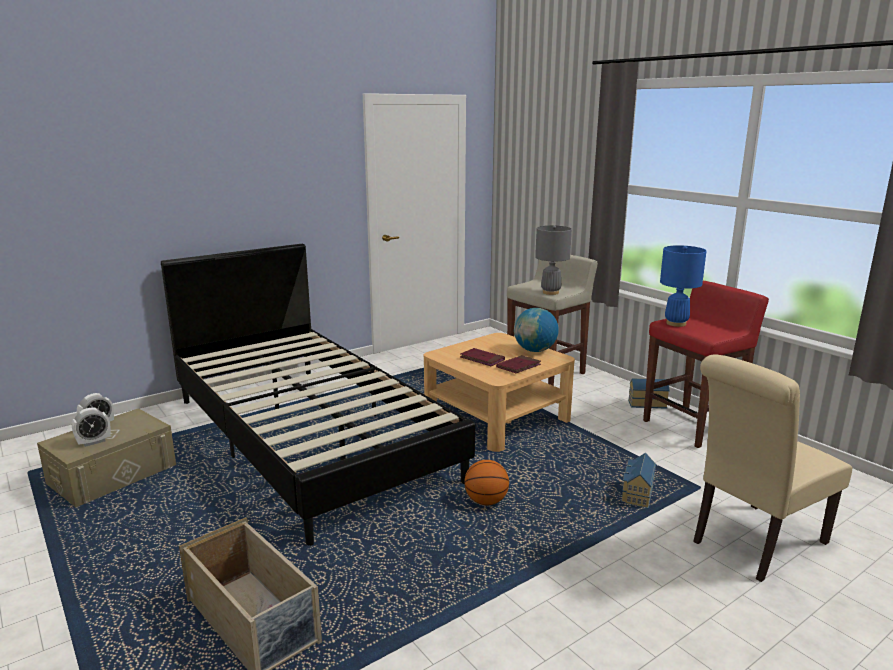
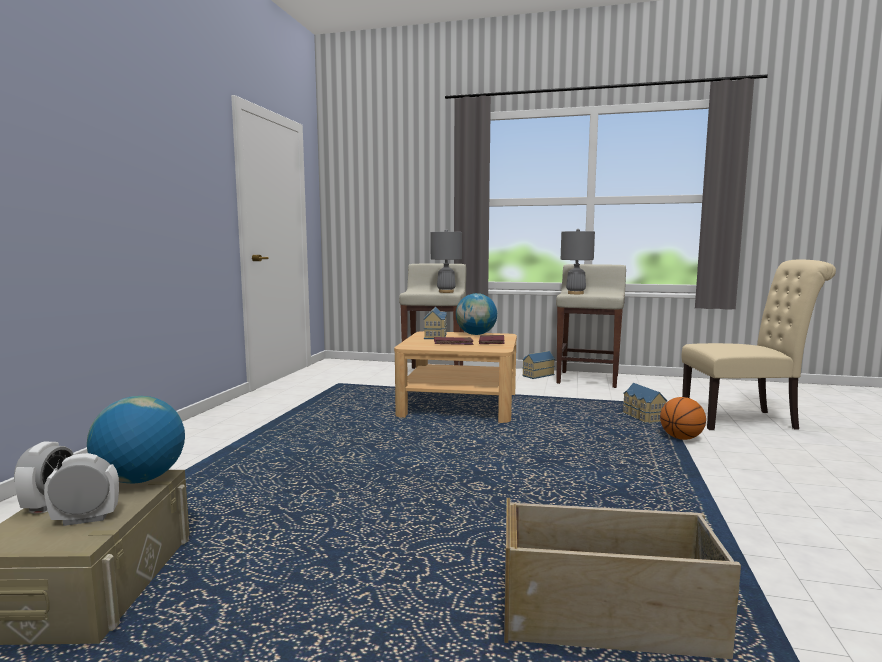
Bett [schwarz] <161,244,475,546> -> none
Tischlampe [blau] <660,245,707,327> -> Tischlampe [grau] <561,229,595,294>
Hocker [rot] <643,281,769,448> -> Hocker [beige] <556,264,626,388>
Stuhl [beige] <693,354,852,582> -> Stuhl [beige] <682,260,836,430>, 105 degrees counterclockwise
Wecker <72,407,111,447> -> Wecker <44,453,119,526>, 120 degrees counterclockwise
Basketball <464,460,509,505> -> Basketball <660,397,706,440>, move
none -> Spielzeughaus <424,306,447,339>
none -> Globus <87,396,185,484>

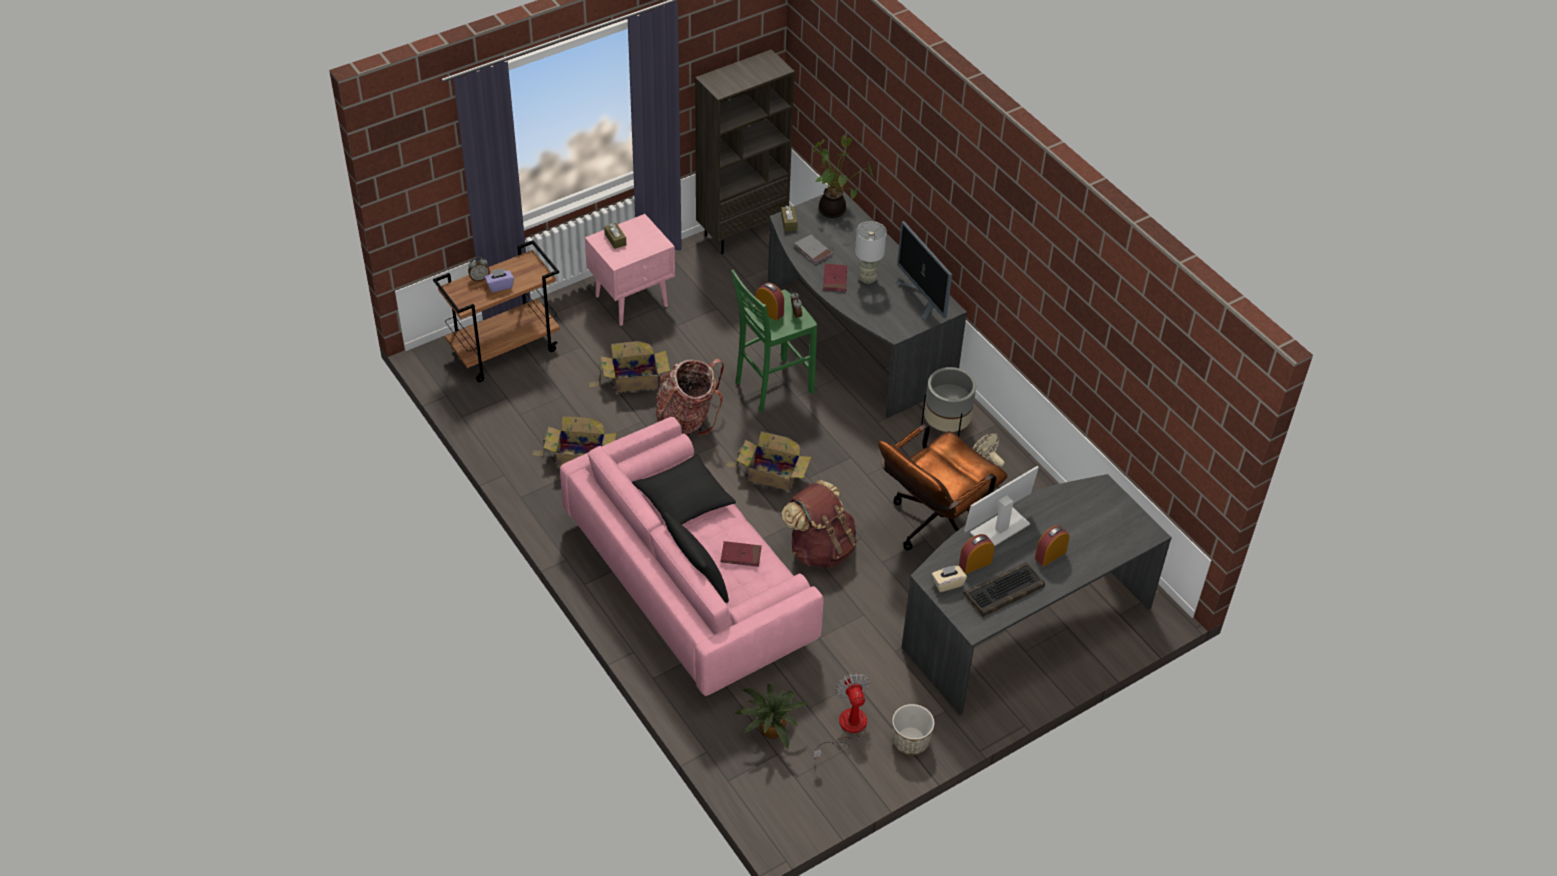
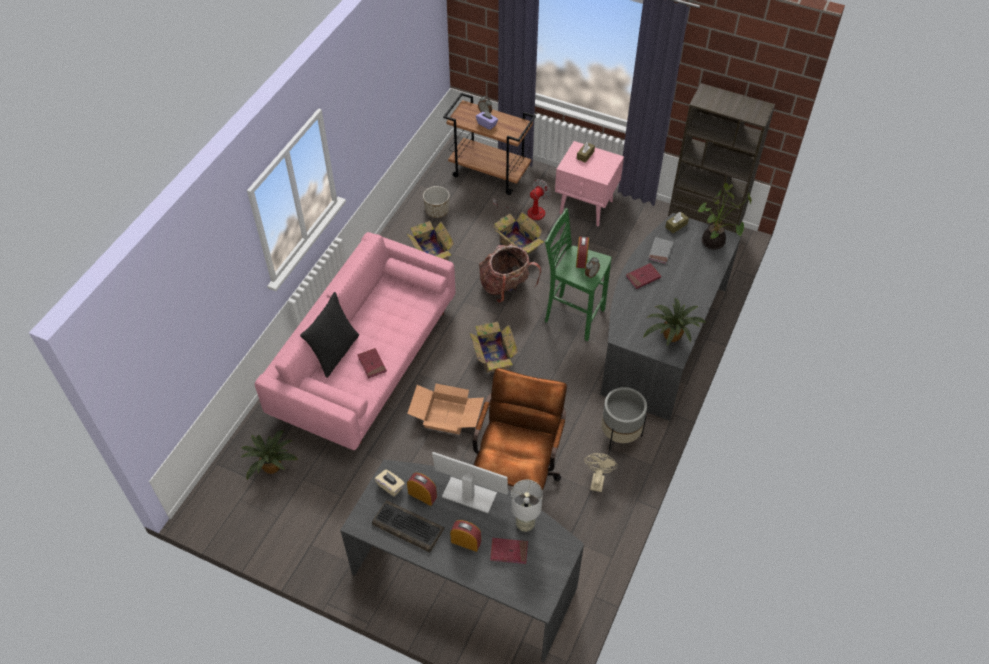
Tischlampe [grau] <855,221,887,284> -> Tischlampe [grau] <511,479,543,532>, move
Monitor <897,221,952,321> -> Topfpflanze <643,298,706,346>
Bürostuhl [braun] <878,423,1007,550> -> Bürostuhl [braun] <473,368,567,497>, 90 degrees clockwise
Kissen [schwarz] <632,453,736,532> -> none
Rucksack [braun] <782,480,857,568> -> Karton <407,384,484,435>
Ventilator <813,673,870,759> -> Ventilator <493,179,551,220>, move
Pflanzkübel <892,704,934,755> -> Pflanzkübel <423,186,450,218>, move
none -> Buch [rot] <490,538,528,564>

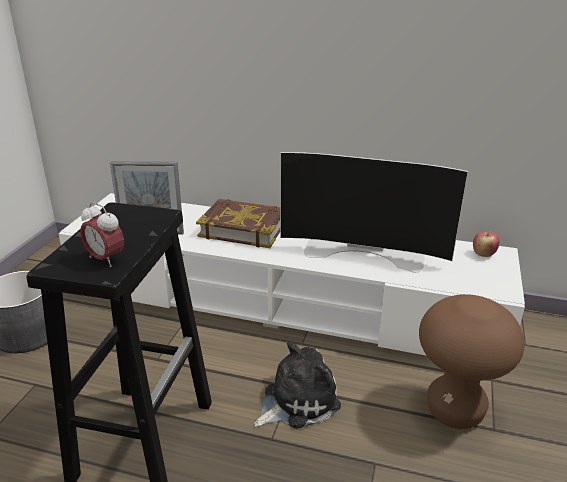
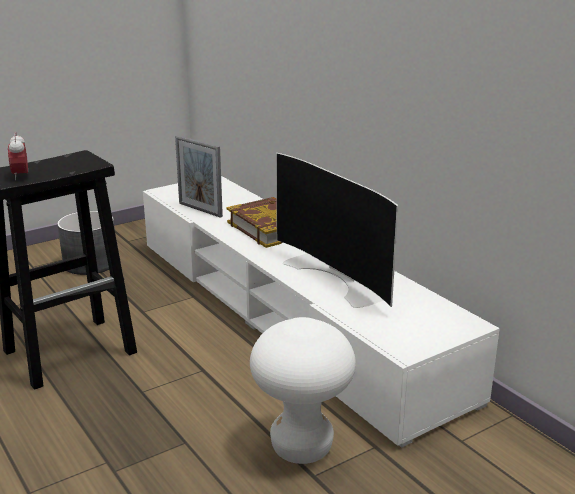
Apfel <473,231,499,257> -> none
Hocker [braun] <419,294,525,429> -> Hocker [weiß] <250,317,356,464>
Plüschtier <254,341,341,429> -> none

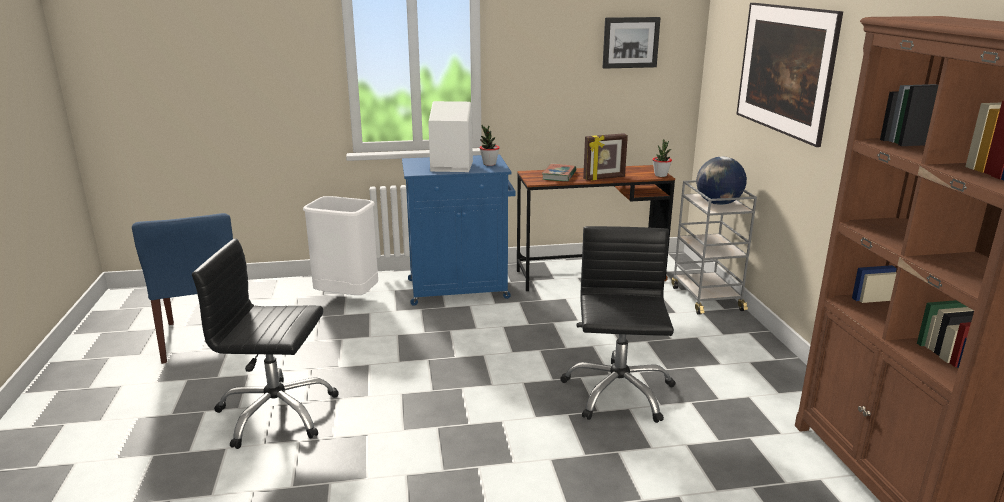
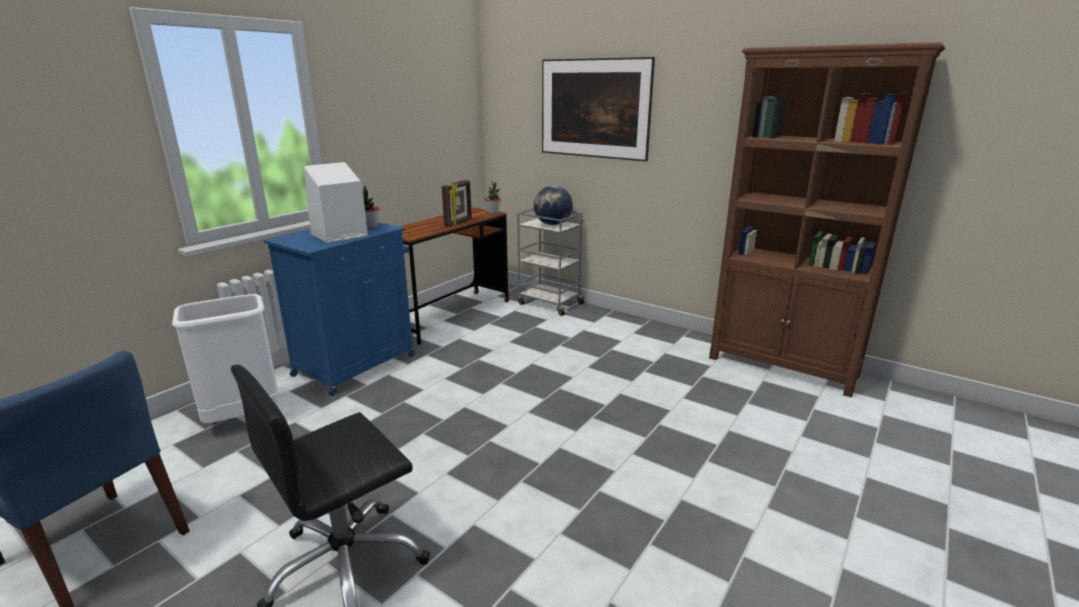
Bild <603,17,661,69> -> none
Buch <542,164,576,181> -> none
Bürostuhl [schwarz] <560,226,675,423> -> none

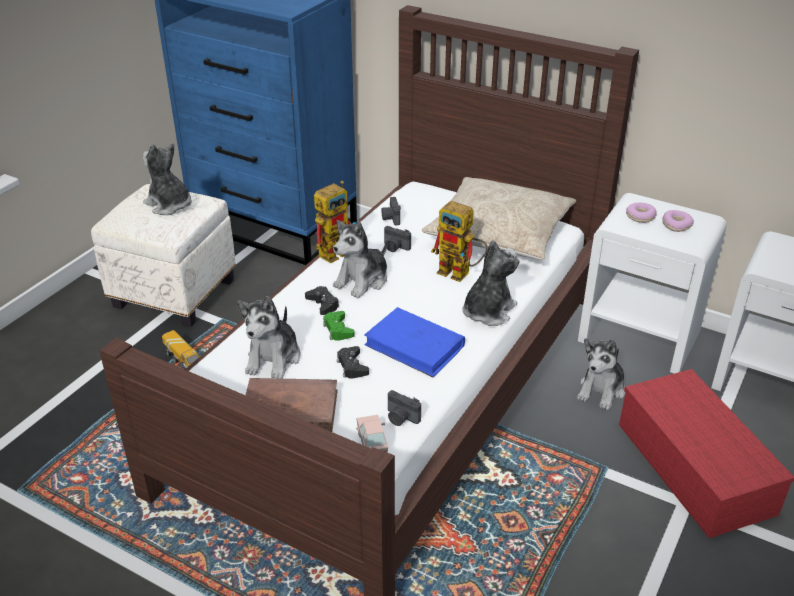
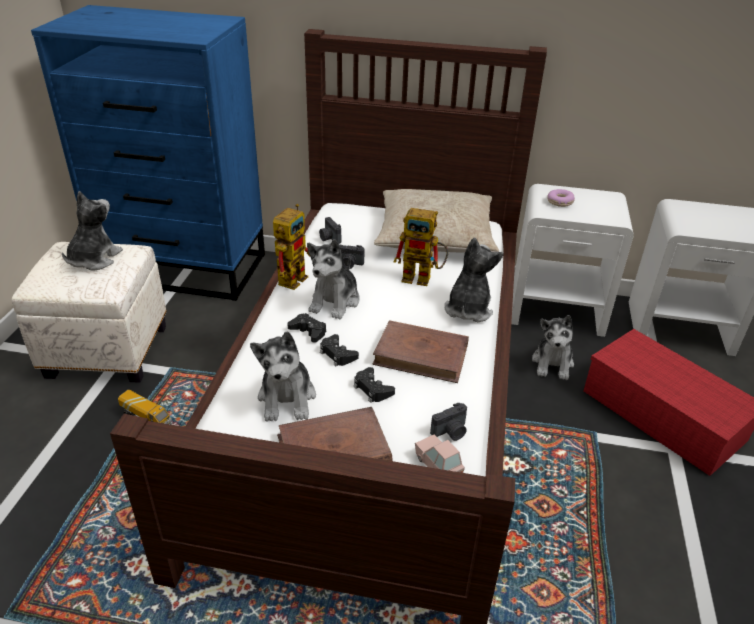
Plüschtier <143,143,192,215> -> Plüschtier <62,191,123,271>, 90 degrees clockwise
Donut <662,210,694,232> -> none
Buch [blau] <364,307,465,377> -> Buch [braun] <373,320,469,383>
Gamepad [grün] <323,311,355,341> -> Gamepad [schwarz] <320,334,359,366>
Kamera <388,390,421,426> -> Kamera <430,403,467,441>, 45 degrees counterclockwise

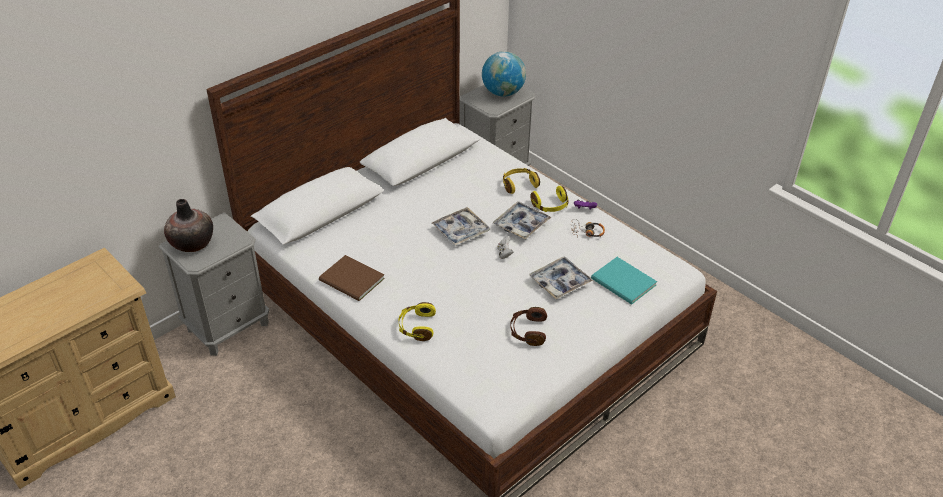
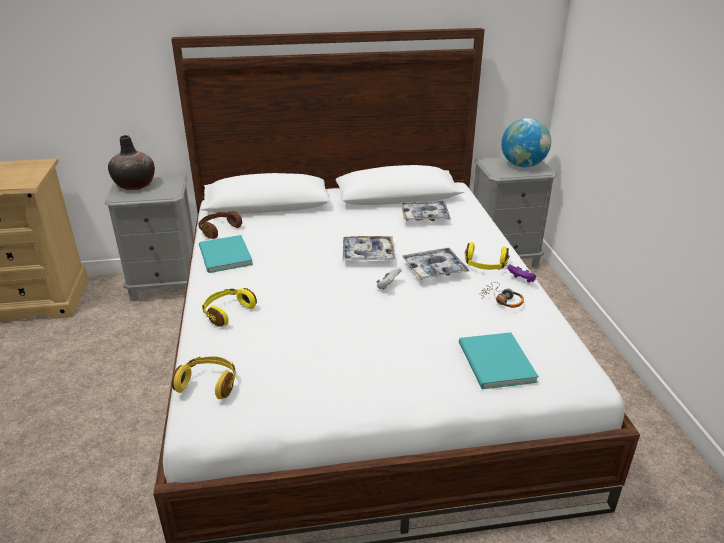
Kopfhörer [gelb] <503,168,540,194> -> Kopfhörer [gelb] <172,356,236,399>, move
Buch [braun] <319,255,385,301> -> Buch [türkis] <199,235,253,273>
Tablett <529,256,593,299> -> Tablett <401,201,451,221>, move
Kopfhörer [braun] <510,307,547,346> -> Kopfhörer [braun] <198,211,242,239>, move

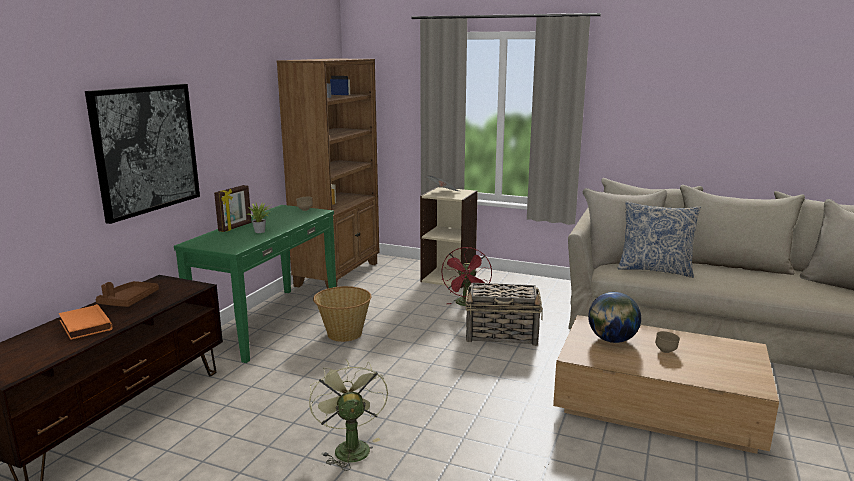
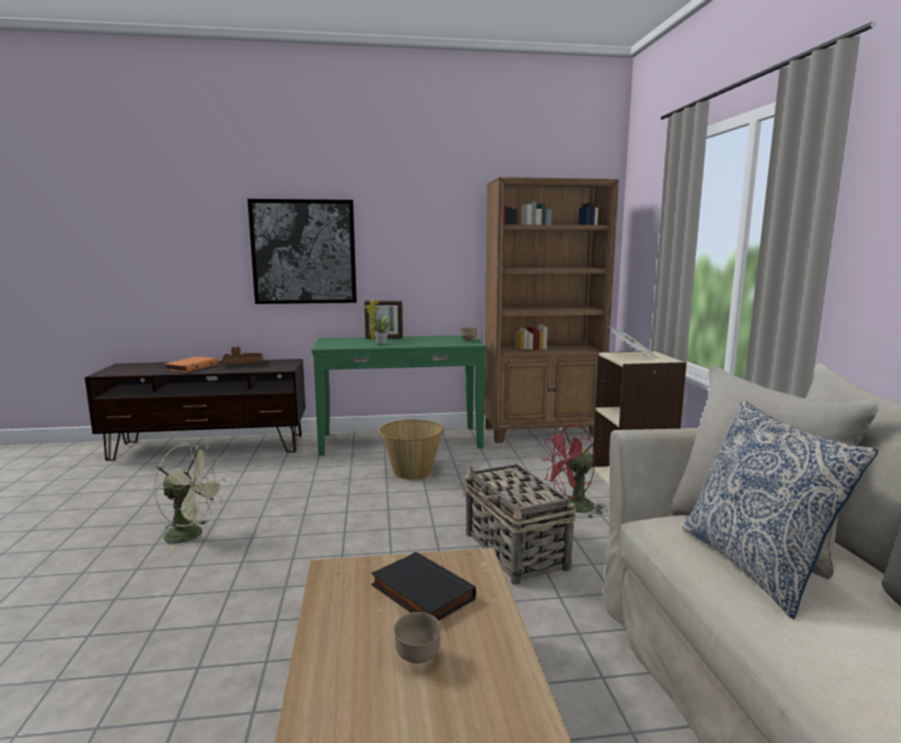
Globus <588,292,641,343> -> Buch [schwarz] <371,552,476,620>
Ventilator [grün] <309,359,388,471> -> Ventilator [grün] <154,444,226,552>, 60 degrees clockwise

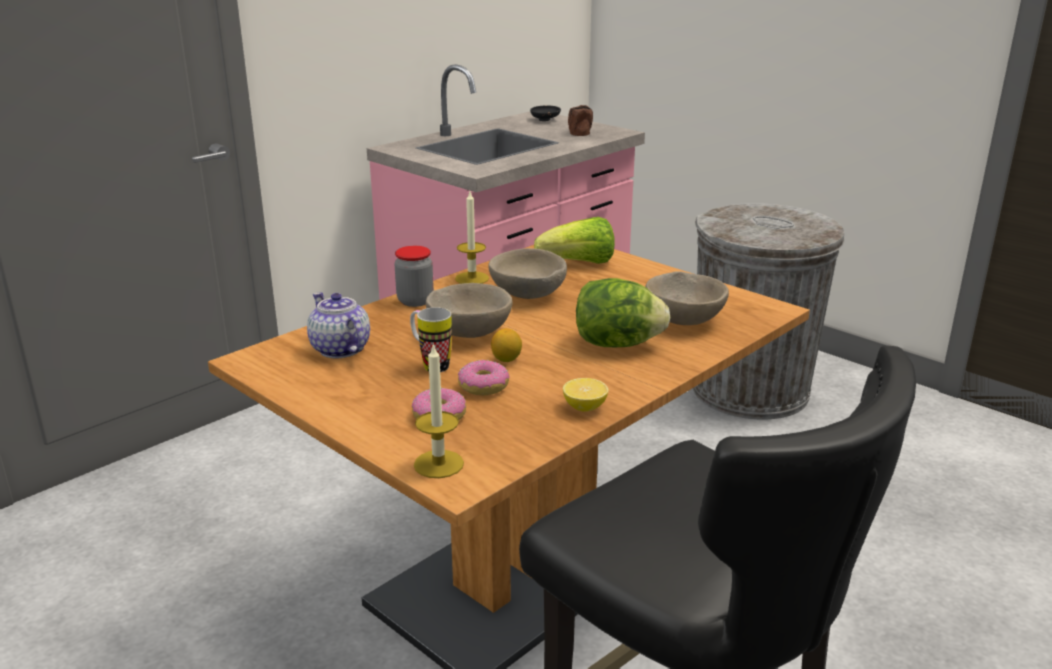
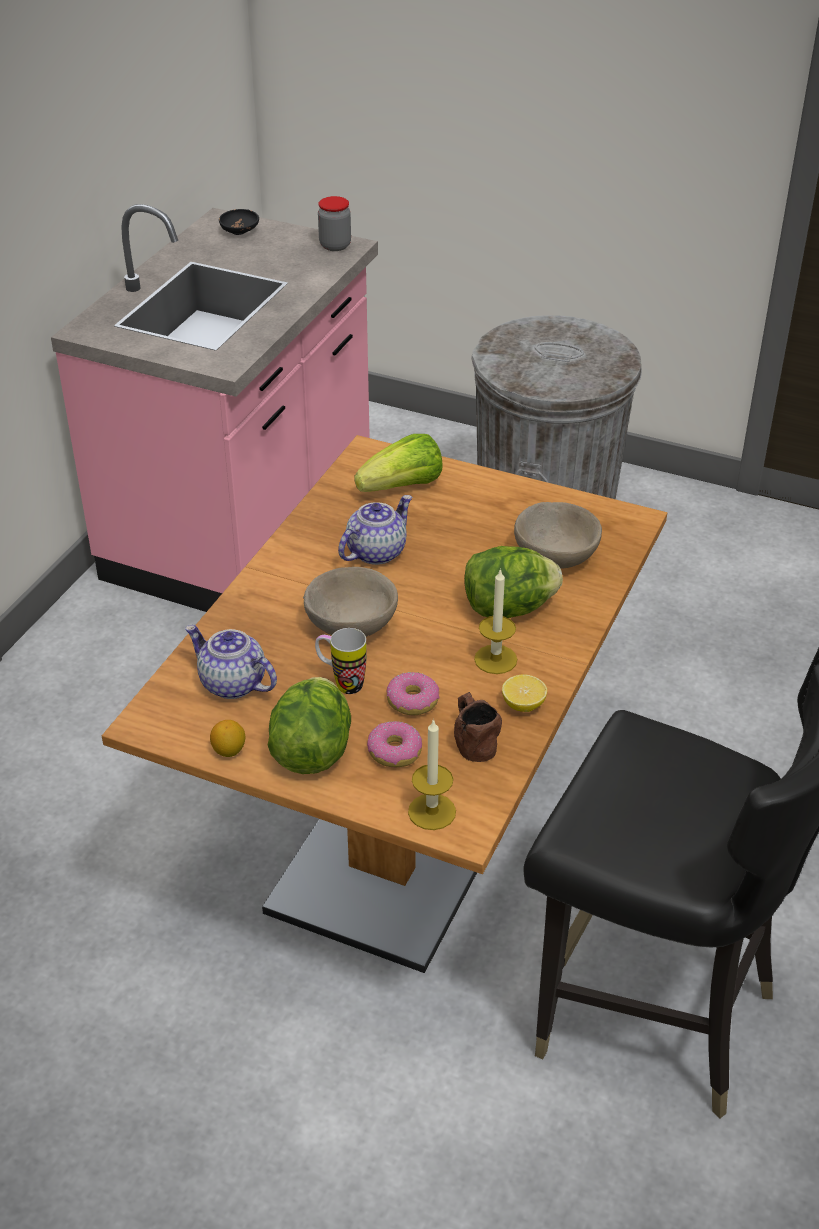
Henkelbecher [braun] <568,105,593,136> -> Henkelbecher [braun] <454,692,502,762>, move
Kerze <455,192,489,284> -> Kerze <474,568,517,674>, move
Vorratsglas <395,246,434,307> -> Vorratsglas <318,196,351,251>, move
Schüssel [beige] <489,248,567,299> -> Teekanne <338,495,412,565>
Zitrone <491,328,522,362> -> Zitrone <210,720,245,757>, move
none -> Salatkopf <268,677,351,774>

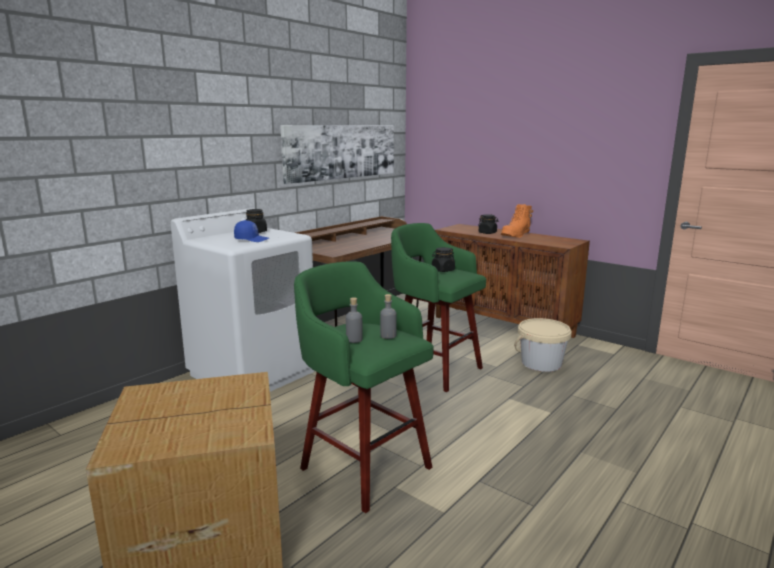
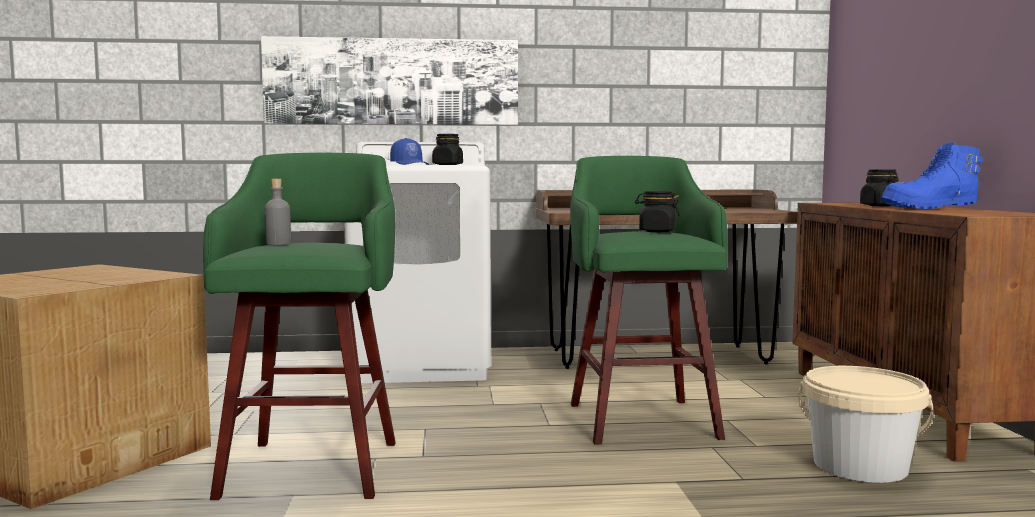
Bild <280,125,394,184> -> Bild <261,36,518,125>, move
Stiefel [orange] <501,204,533,238> -> Stiefel [blau] <881,143,983,209>
Flasche [grau] <380,294,397,339> -> none

